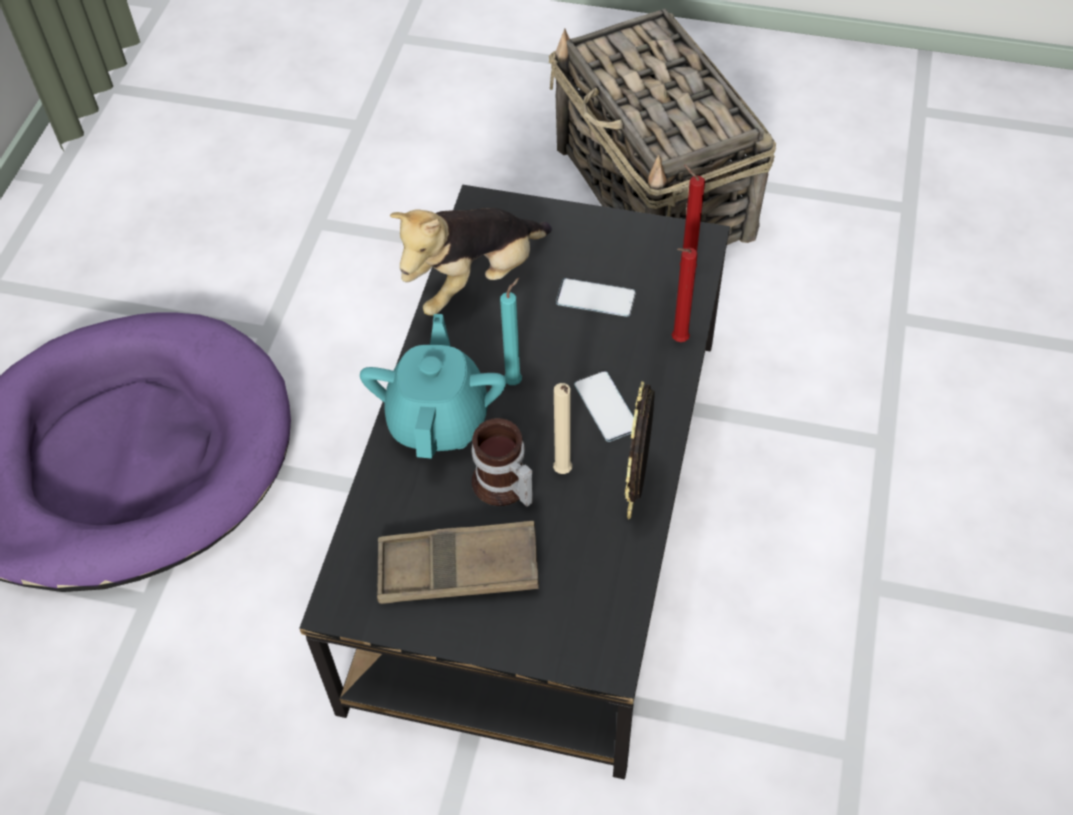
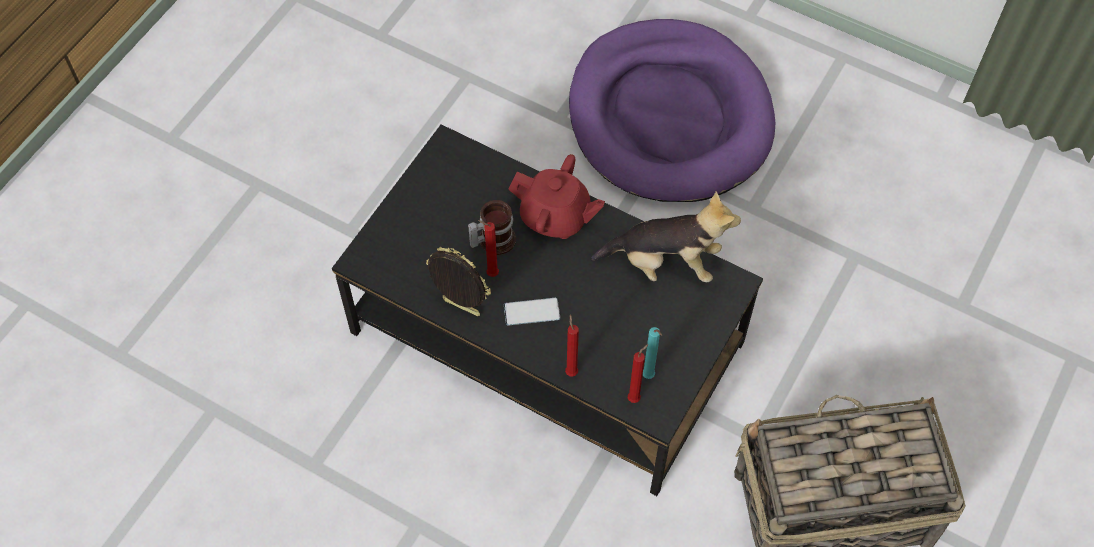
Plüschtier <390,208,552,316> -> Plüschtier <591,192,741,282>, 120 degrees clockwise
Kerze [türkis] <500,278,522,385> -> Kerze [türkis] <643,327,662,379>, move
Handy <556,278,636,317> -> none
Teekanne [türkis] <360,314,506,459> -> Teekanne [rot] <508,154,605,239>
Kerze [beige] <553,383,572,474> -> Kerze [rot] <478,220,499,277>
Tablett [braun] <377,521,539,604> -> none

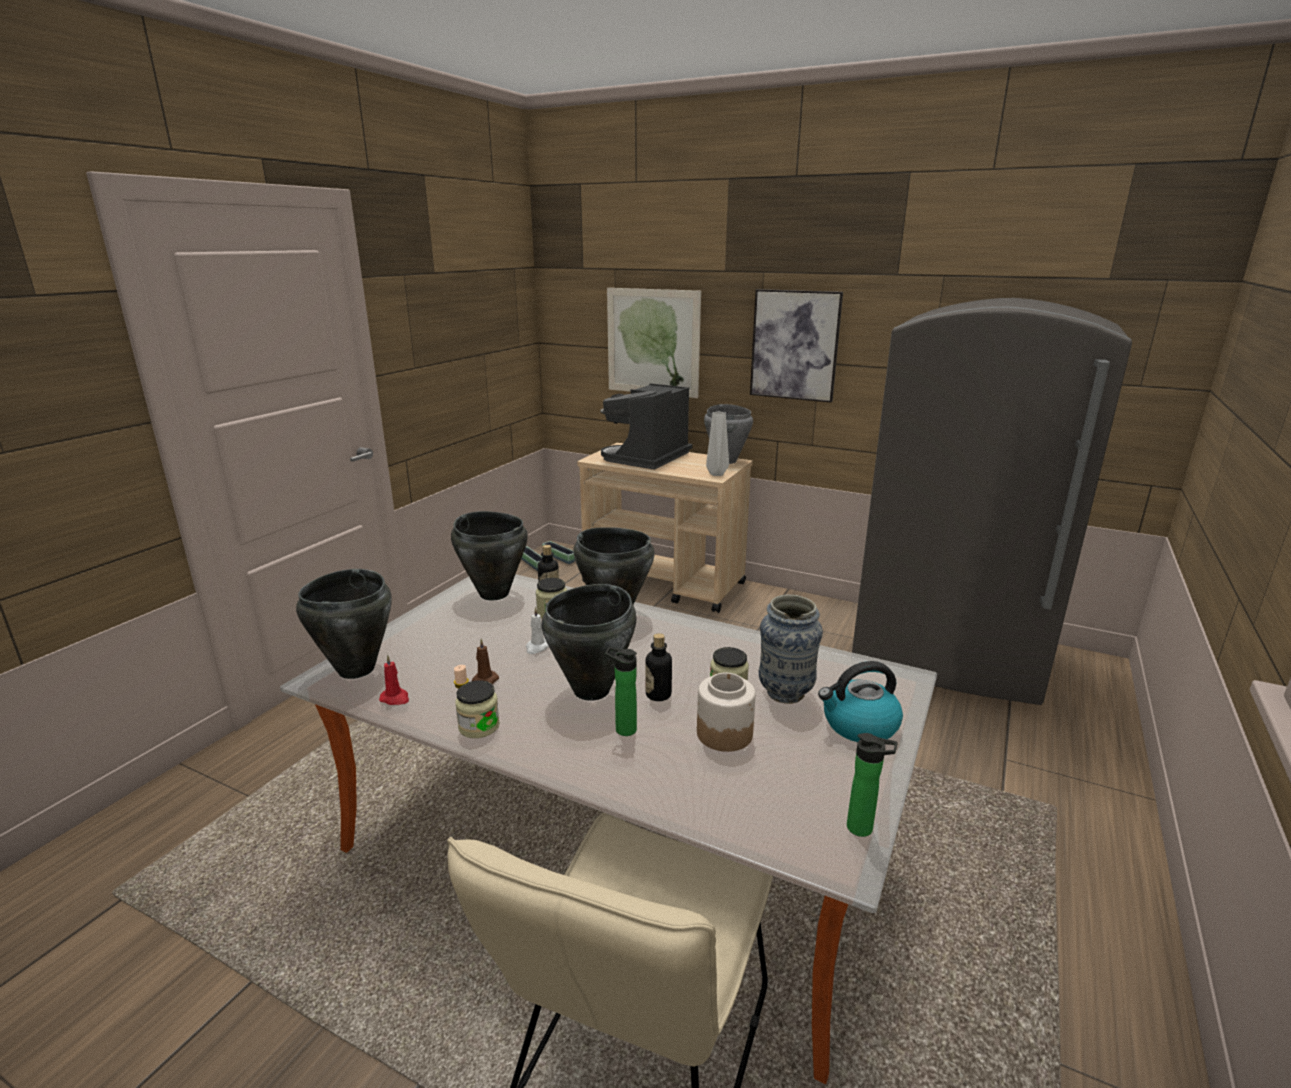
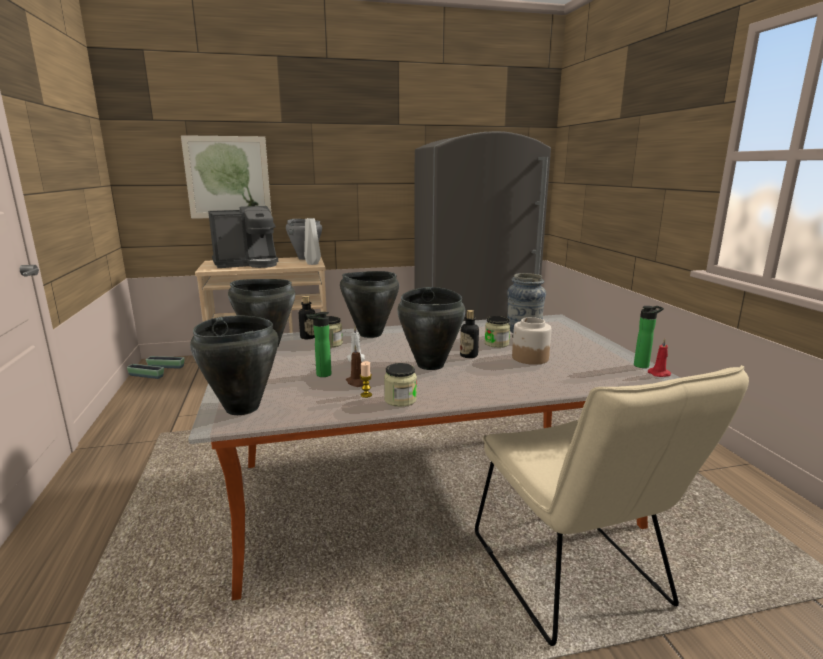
Bild <750,289,843,402> -> none
Kaffeemaschine <600,383,693,470> -> Kaffeemaschine <208,206,278,268>, 105 degrees counterclockwise
Flasche <605,647,637,736> -> Flasche <306,312,331,377>, move
Kerze [rot] <379,655,409,705> -> Kerze [rot] <648,339,671,377>, move
Wasserkessel <818,661,903,742> -> none

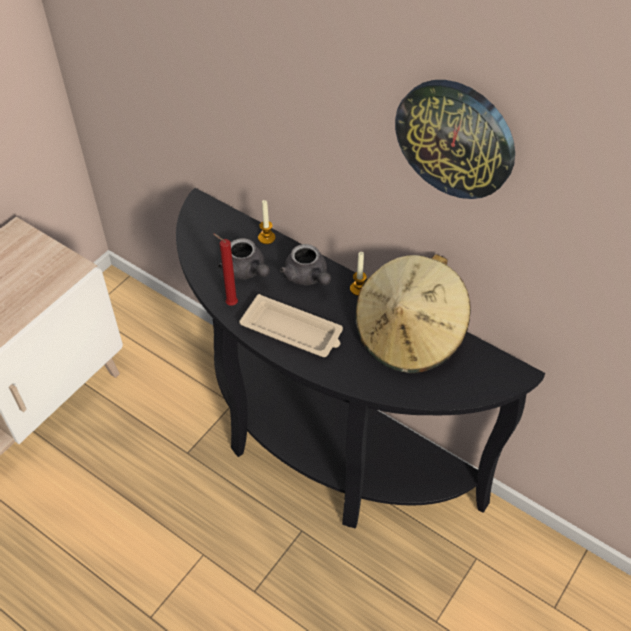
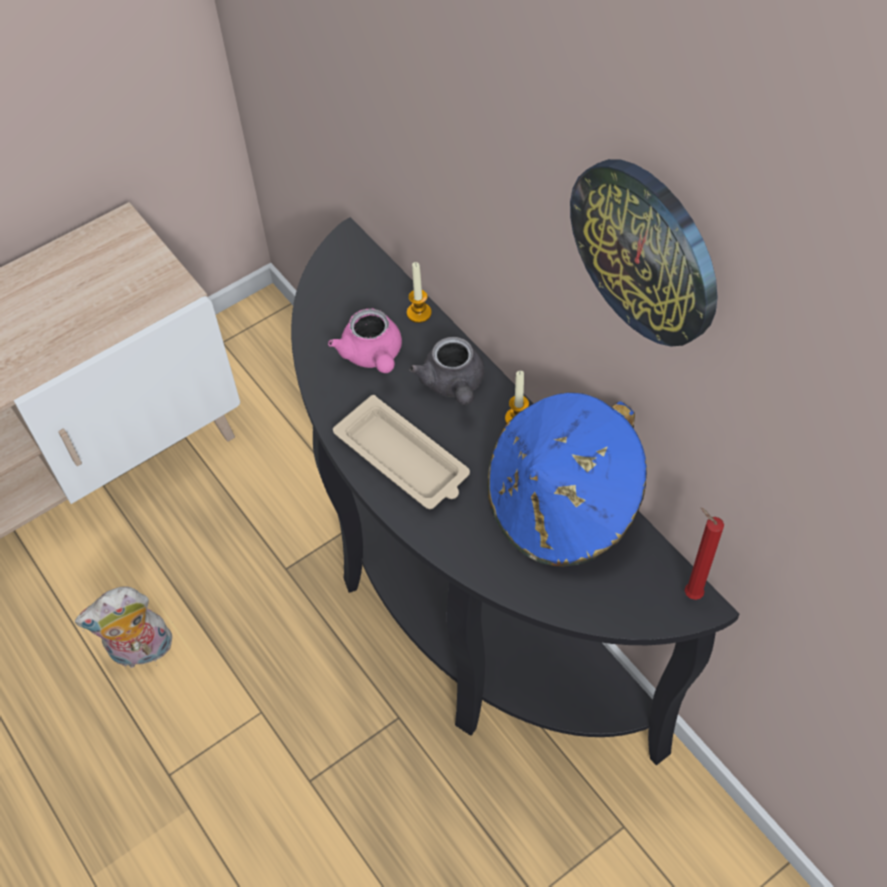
Kerze [rot] <213,233,238,306> -> Kerze [rot] <685,508,724,600>, move
Teekanne [grau] <218,238,270,279> -> Teekanne [rosa] <328,308,402,373>
Hut [beige] <355,254,471,373> -> Hut [blau] <487,393,647,567>
none -> Plüschtier <74,586,172,668>

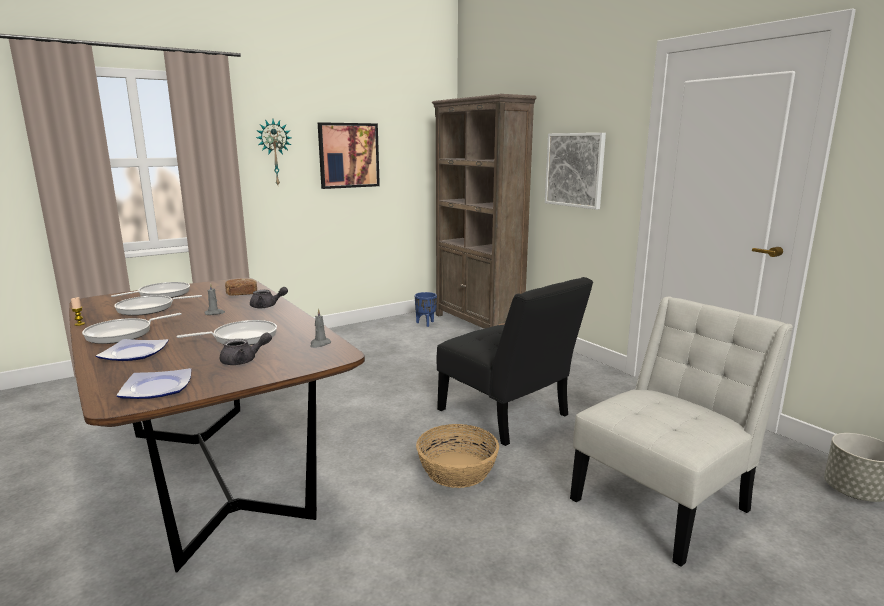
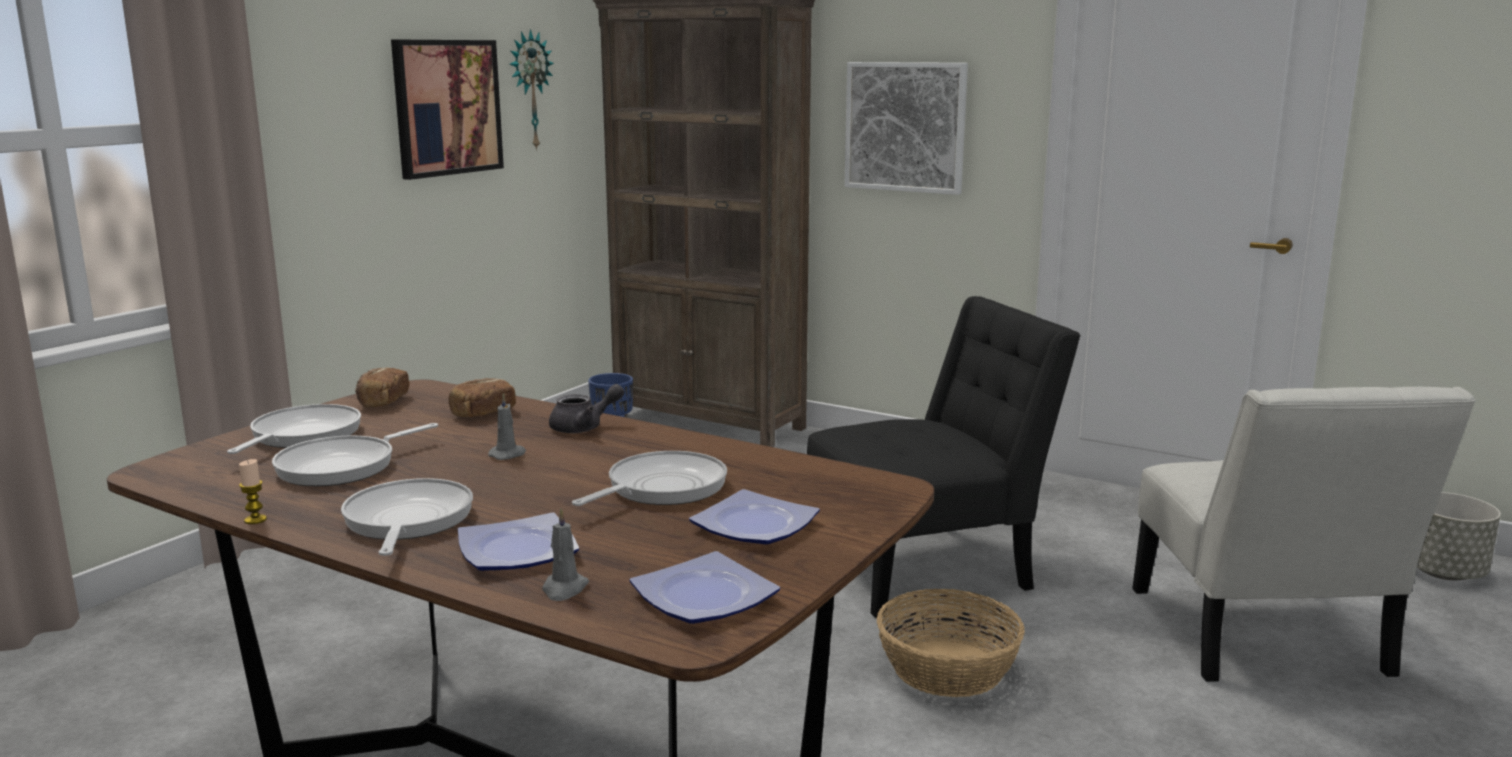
Wanduhr <256,119,291,185> -> Wanduhr <510,29,554,151>, move
Stuhl [schwarz] <436,277,593,446> -> Stuhl [schwarz] <807,296,1081,618>, 45 degrees counterclockwise
Stuhl [weiß] <570,297,793,567> -> Stuhl [weiß] <1132,387,1476,682>, 150 degrees clockwise
Kerze [grau] <310,309,331,348> -> Kerze [grau] <542,508,589,601>, move
Pfanne <82,313,182,344> -> Pfanne <341,478,473,556>, 150 degrees clockwise
Teekanne [grau] <220,332,272,365> -> Teller <689,489,820,544>
none -> Brot <355,367,409,408>

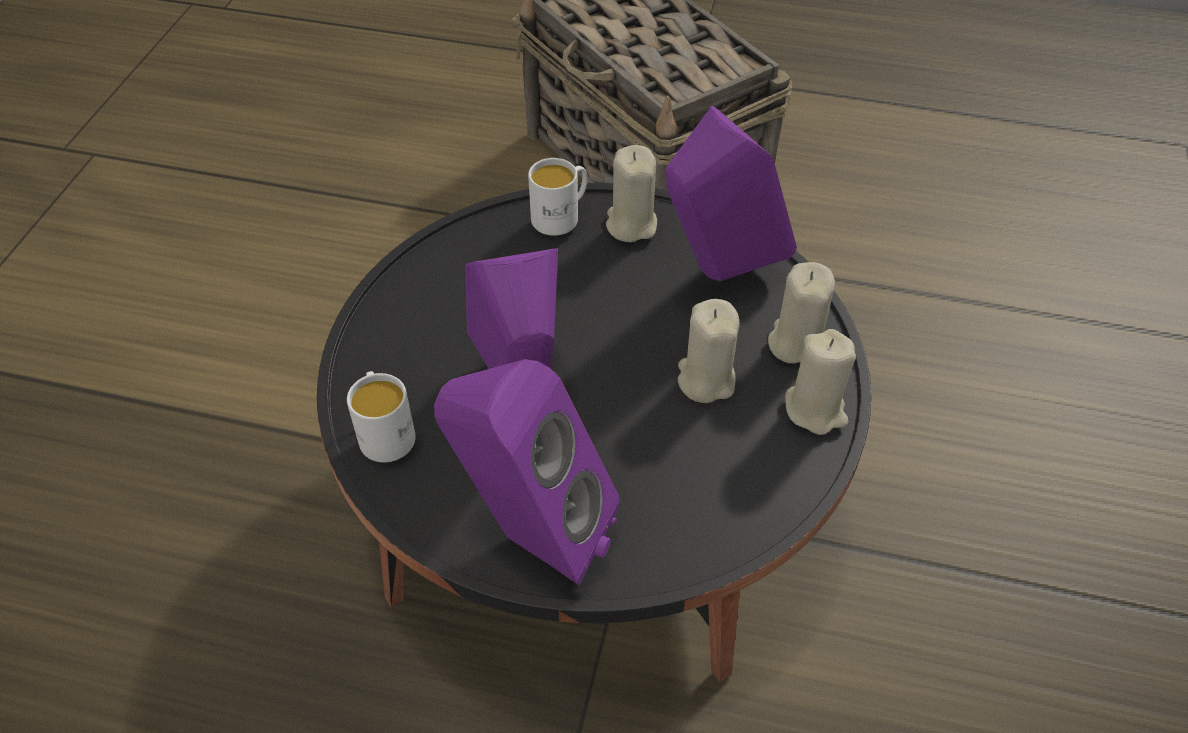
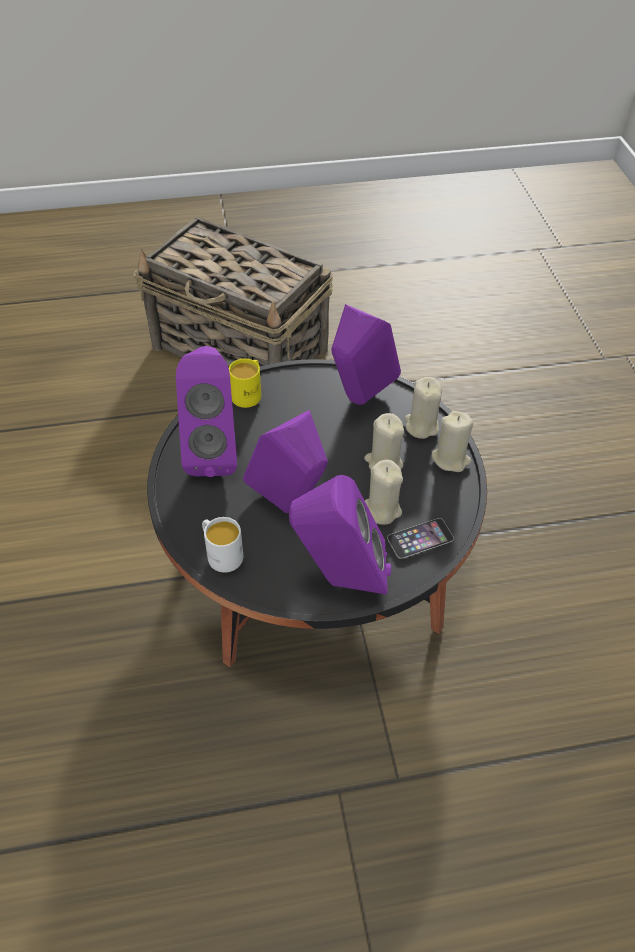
Kerze [beige] <606,145,657,242> -> Kerze [beige] <365,460,403,525>, move
Henkelbecher [weiß] <528,158,588,236> -> Henkelbecher [gelb] <229,358,261,408>
none -> Lautsprecher [lila] <176,346,237,477>
none -> Handy <387,518,454,559>

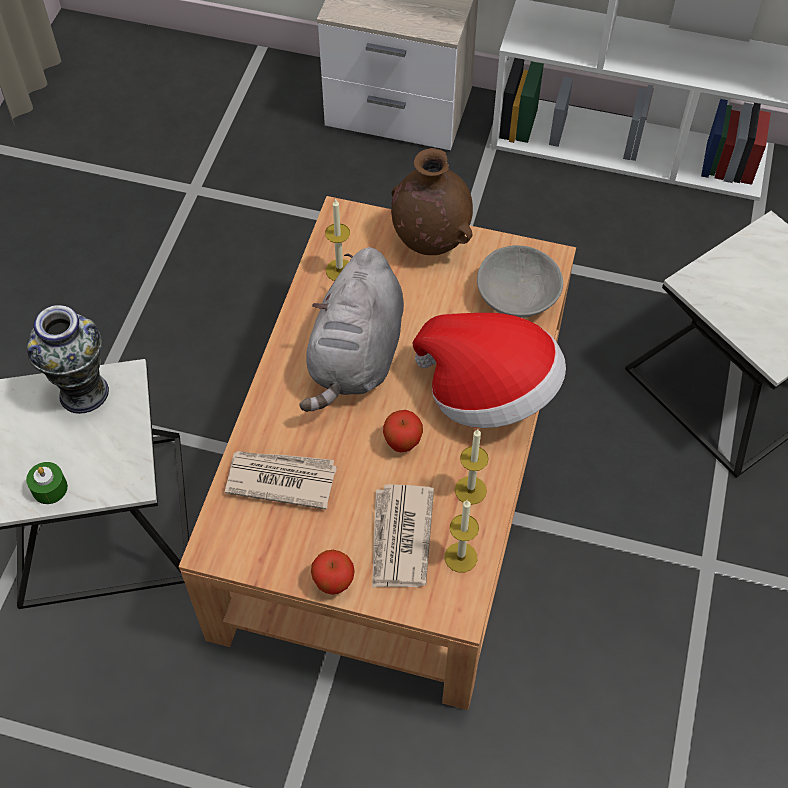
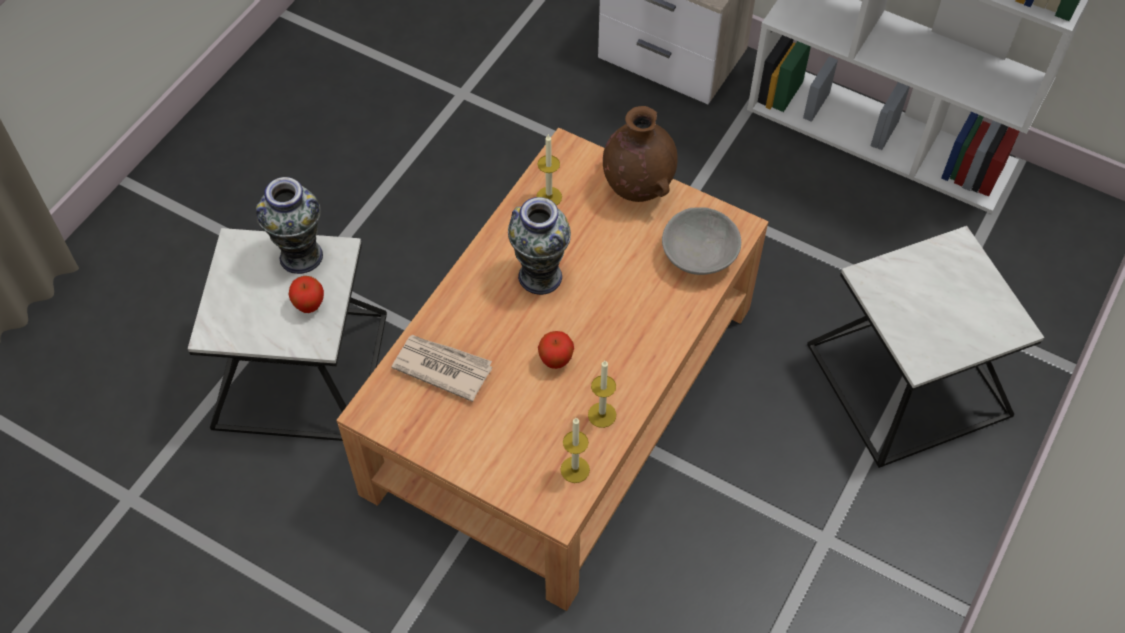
Plüschtier [grau] <299,247,404,412> -> Vase <508,197,571,295>
Hut <413,313,566,428> -> none
Kerze [grün] <26,462,68,504> -> none
Zeitung <372,484,434,588> -> none
Apfel <311,550,355,595> -> Apfel <288,276,324,313>, move

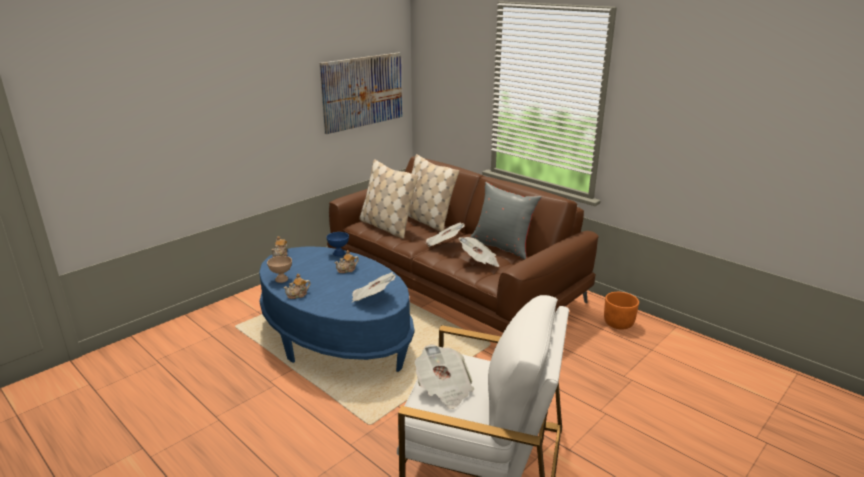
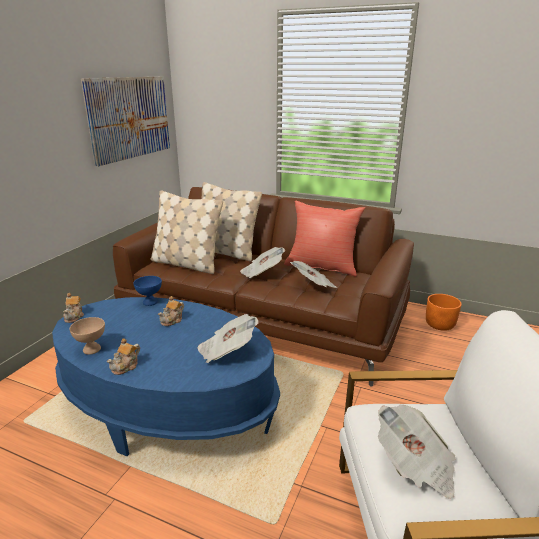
Kissen [grau] <470,182,542,259> -> Kissen [rot] <284,200,365,277>

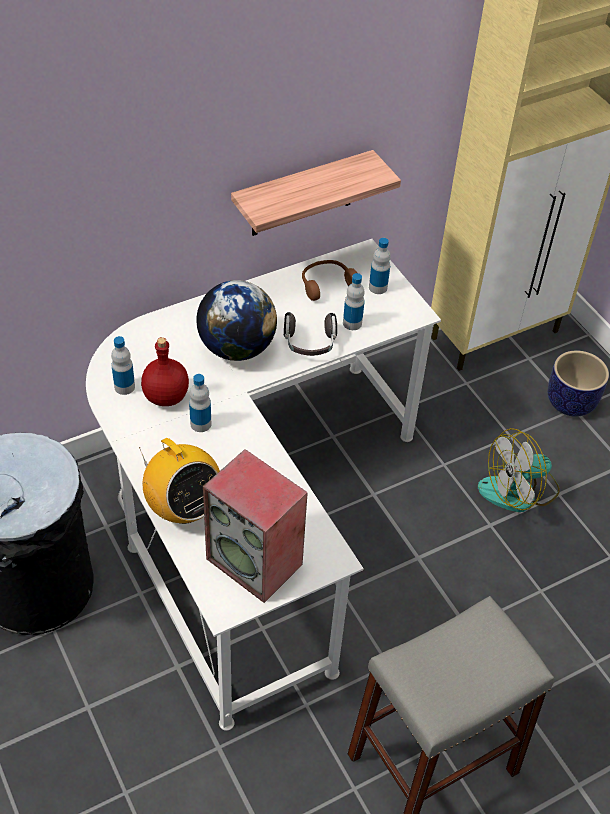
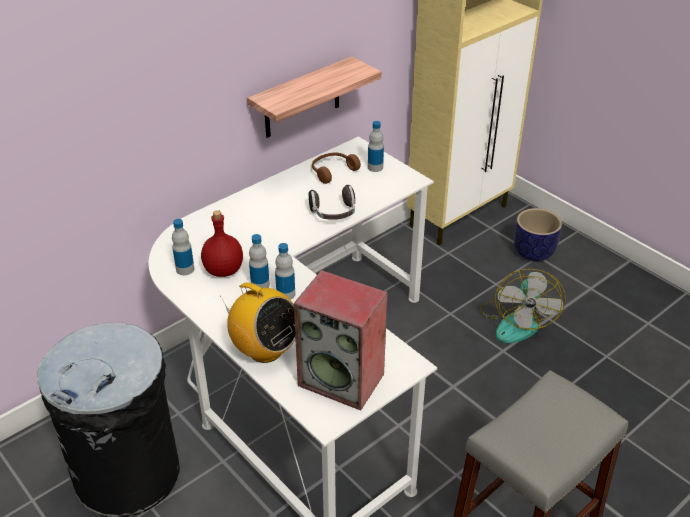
Flasche <343,273,365,330> -> Flasche <275,243,295,300>, move
Globus <196,280,277,361> -> none
Ventilator <478,428,560,512> -> Ventilator <480,269,566,343>, 45 degrees counterclockwise

